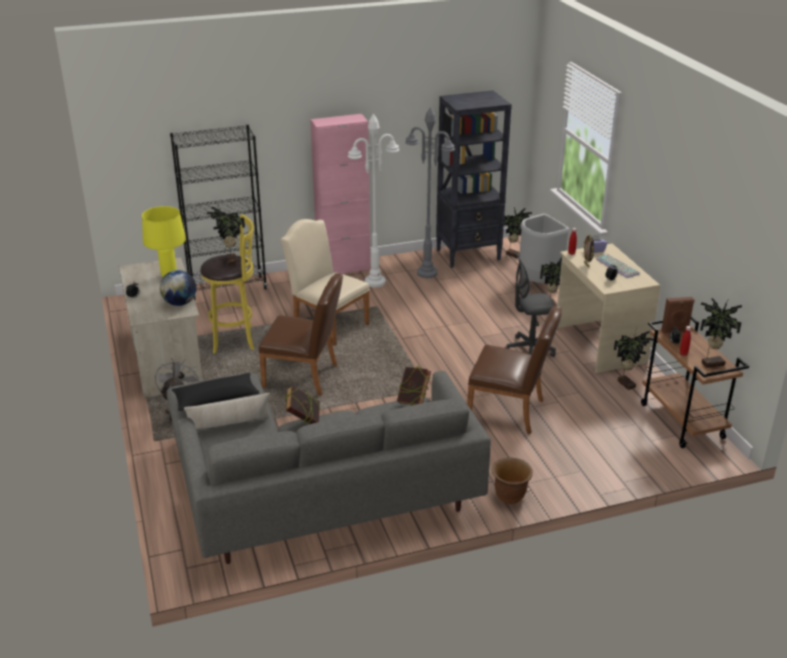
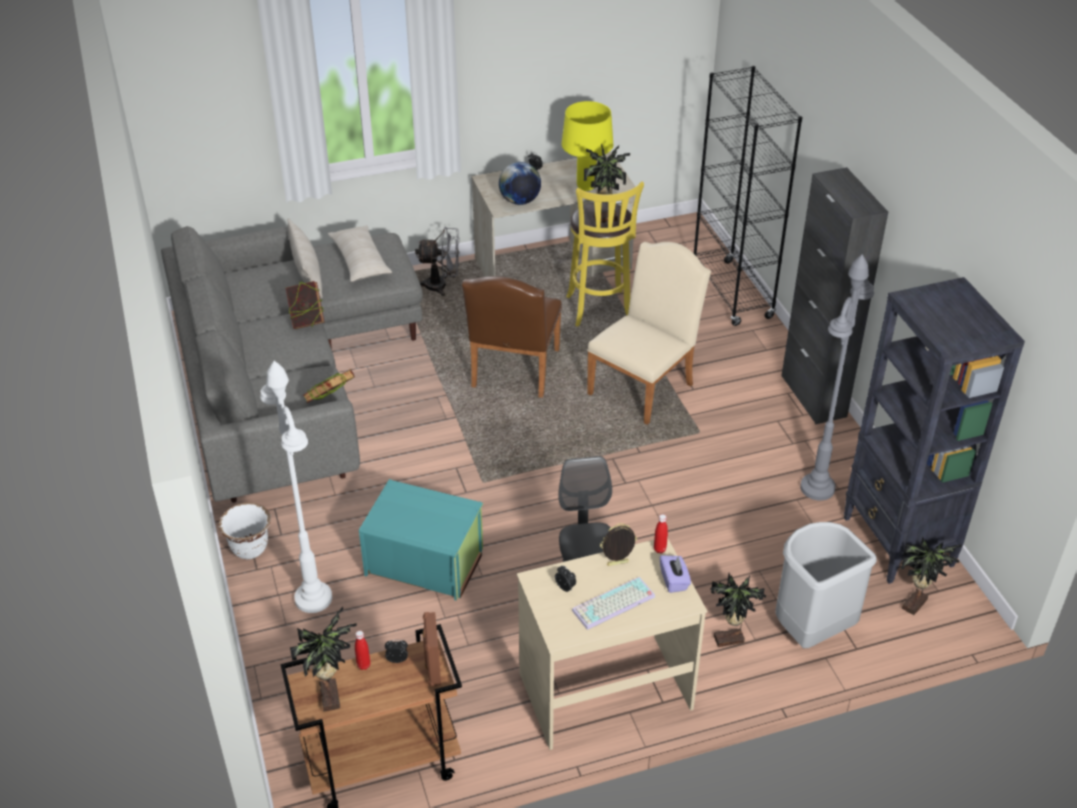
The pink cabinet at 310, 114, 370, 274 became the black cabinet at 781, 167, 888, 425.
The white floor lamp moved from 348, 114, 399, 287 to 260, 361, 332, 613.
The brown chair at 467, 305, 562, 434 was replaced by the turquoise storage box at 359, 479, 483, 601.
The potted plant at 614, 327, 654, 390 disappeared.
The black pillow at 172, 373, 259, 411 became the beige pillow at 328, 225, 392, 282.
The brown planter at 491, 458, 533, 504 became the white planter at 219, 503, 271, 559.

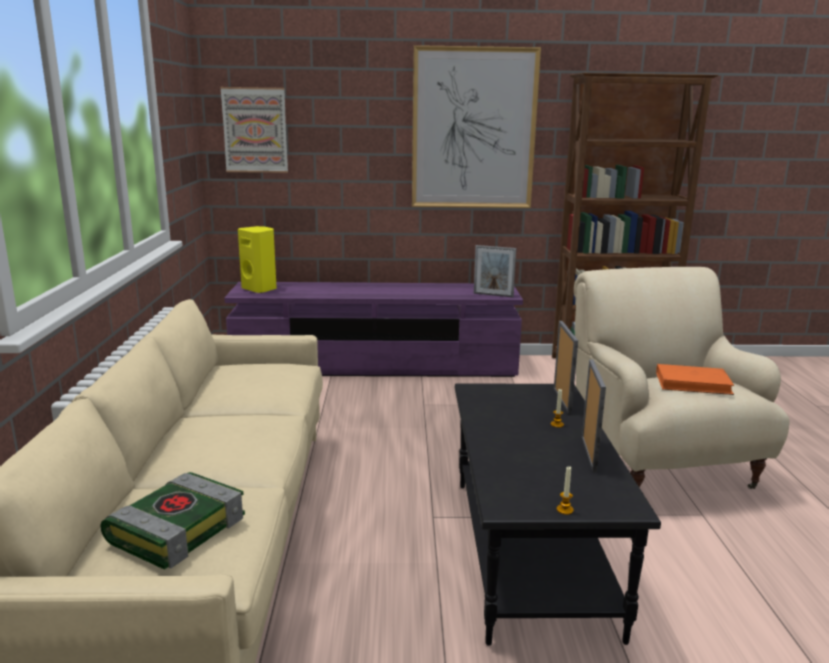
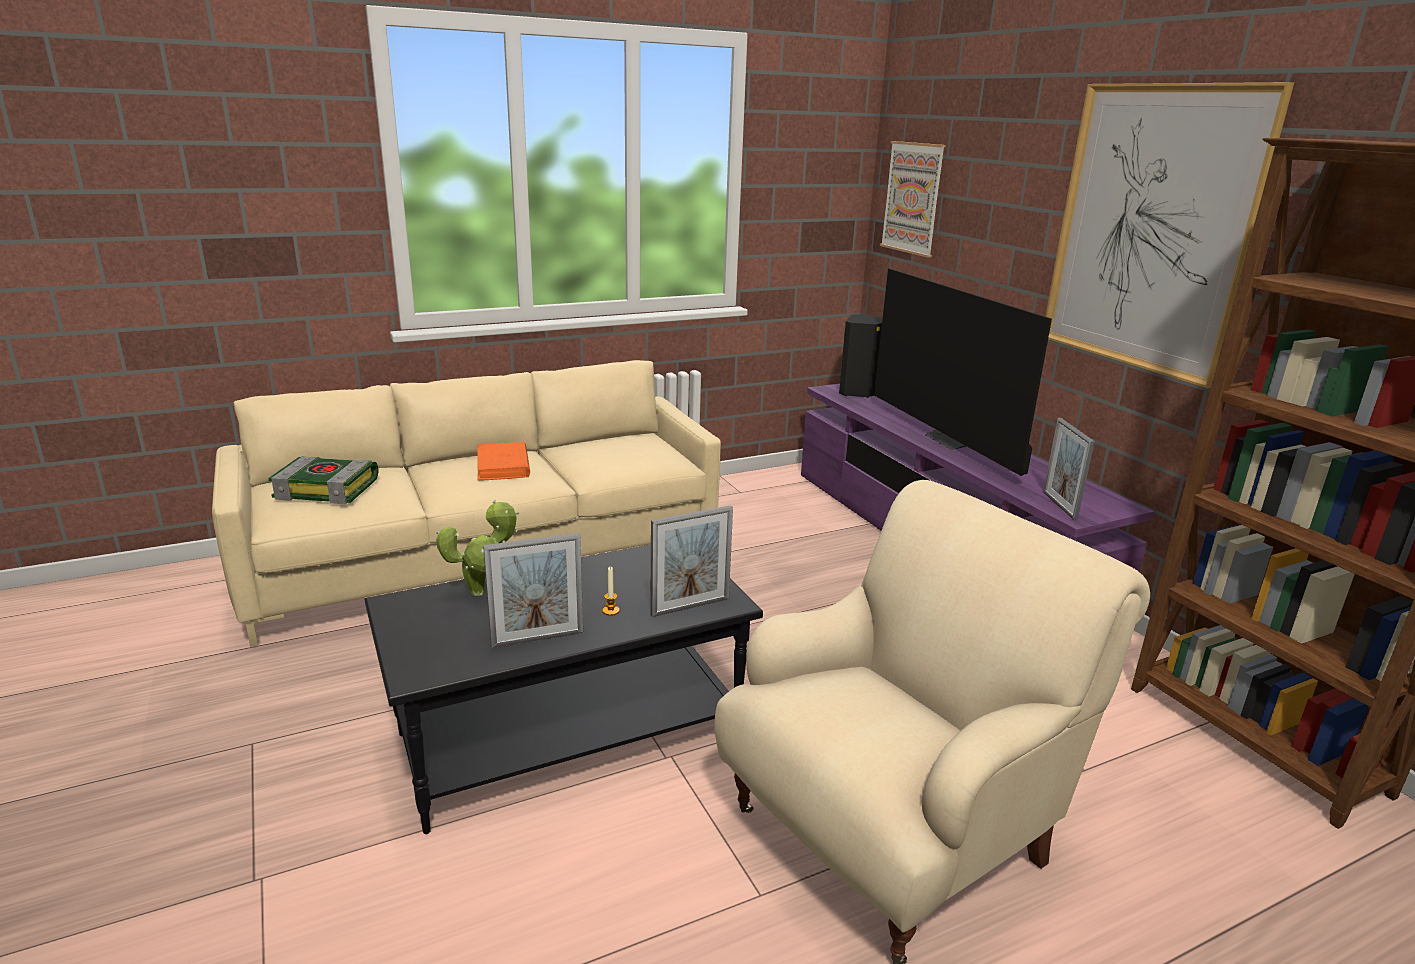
The yellow speaker at 238, 226, 277, 293 became the black speaker at 839, 314, 883, 398.
The orange book moved from 656, 364, 734, 395 to 477, 442, 530, 480.
The candle at 557, 466, 574, 515 disappeared.
The television at 874, 268, 1052, 476 appeared.
The potted plant at 436, 500, 519, 596 appeared.

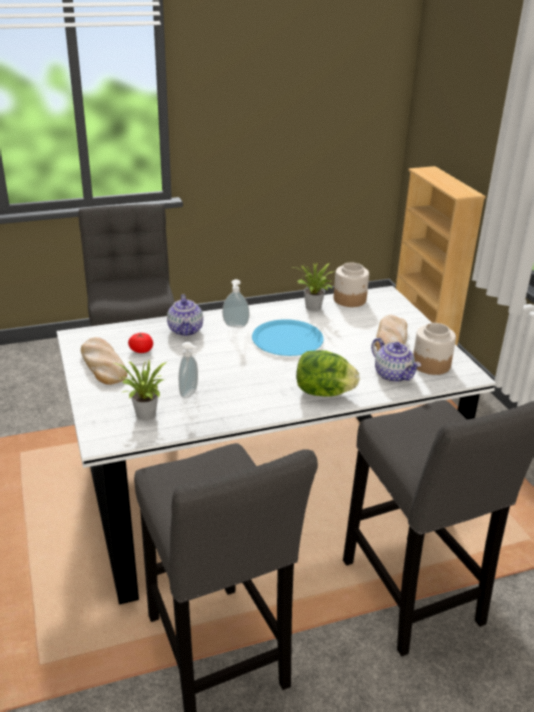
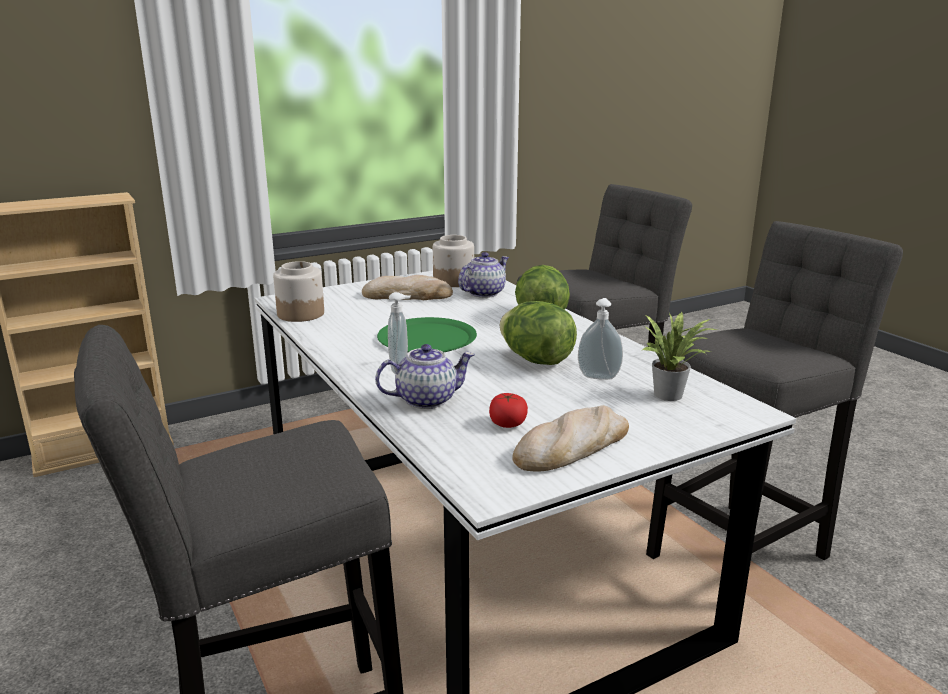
The potted plant at 294, 262, 333, 311 disappeared.
The blue plate at 252, 319, 324, 356 became the green plate at 377, 317, 477, 352.
The lettuce at 500, 301, 577, 365 appeared.

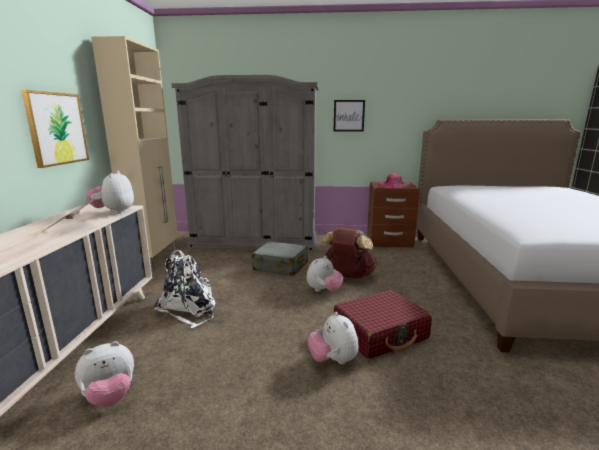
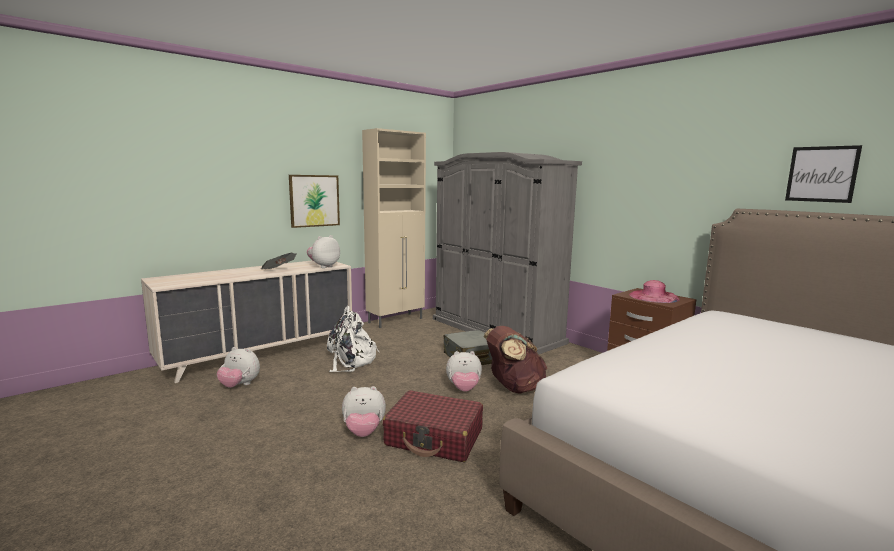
The picture moved from 334, 100, 365, 132 to 785, 145, 862, 203.
The plush toy at 308, 312, 359, 365 turned 120 degrees counterclockwise.

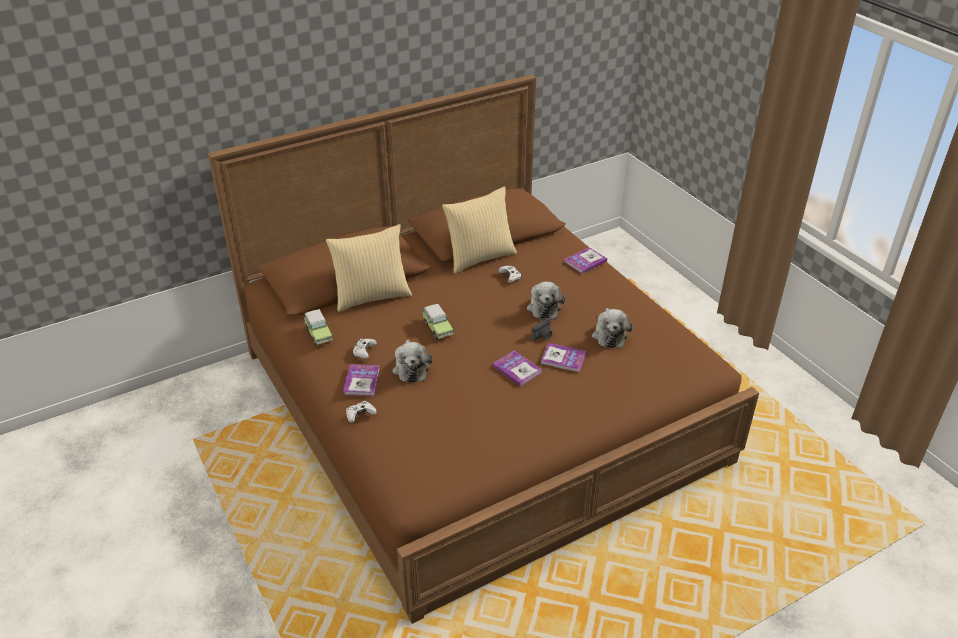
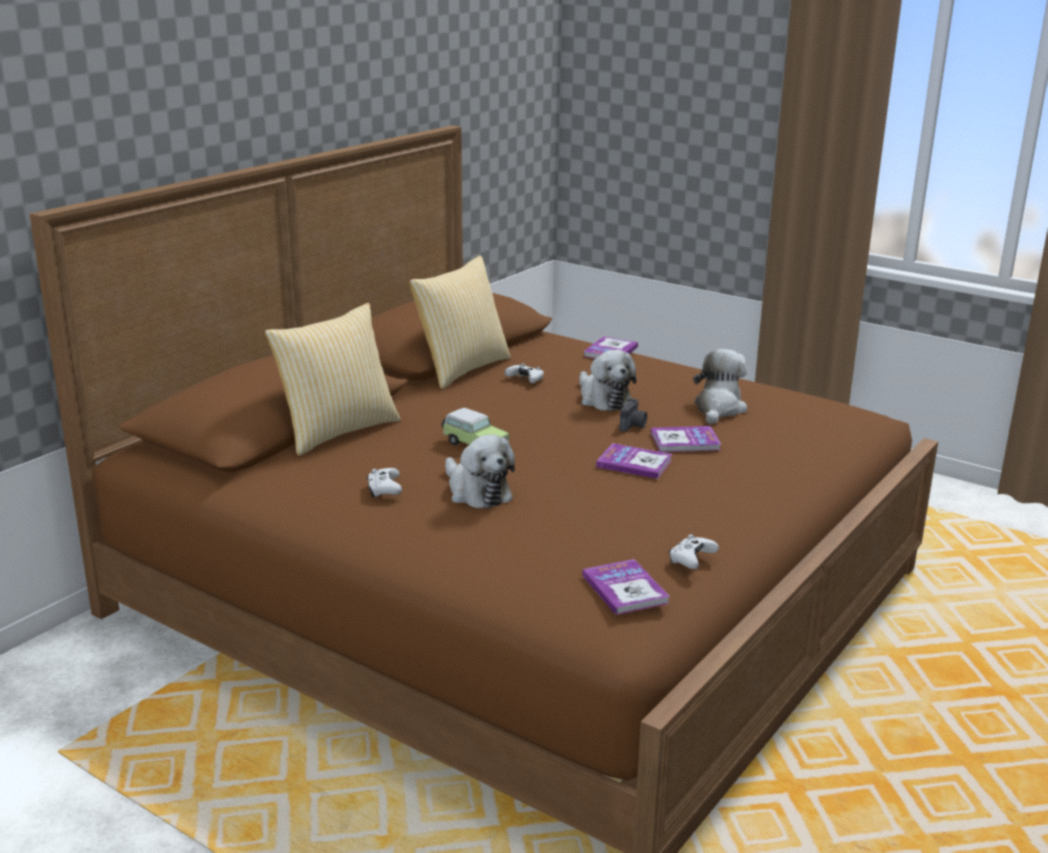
The plush toy at 592, 308, 632, 348 turned 135 degrees counterclockwise.
The toy car at 304, 309, 333, 345 disappeared.
The book moved from 343, 364, 380, 396 to 582, 559, 670, 615.
The white game controller moved from 346, 401, 377, 423 to 669, 534, 719, 569.

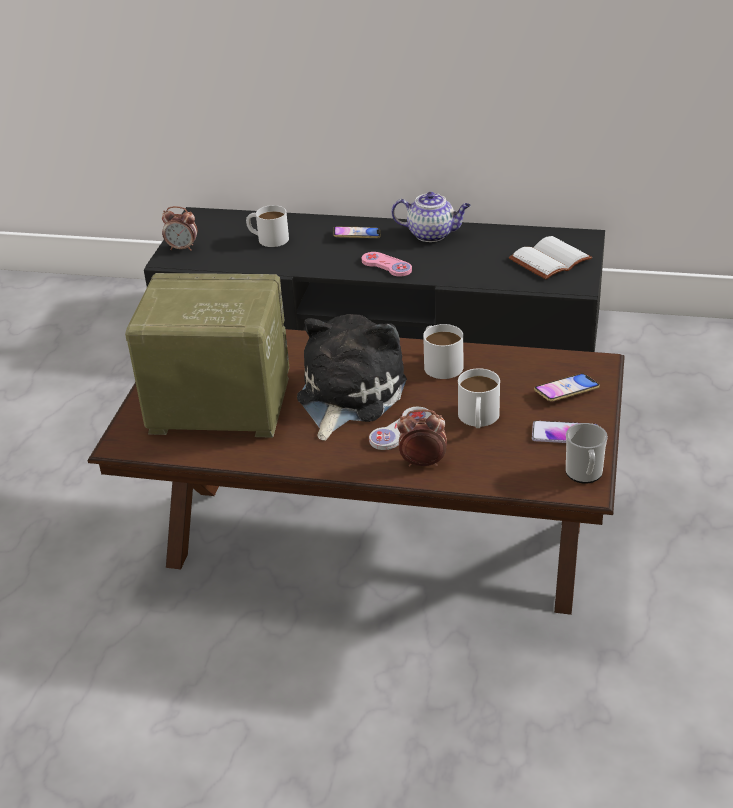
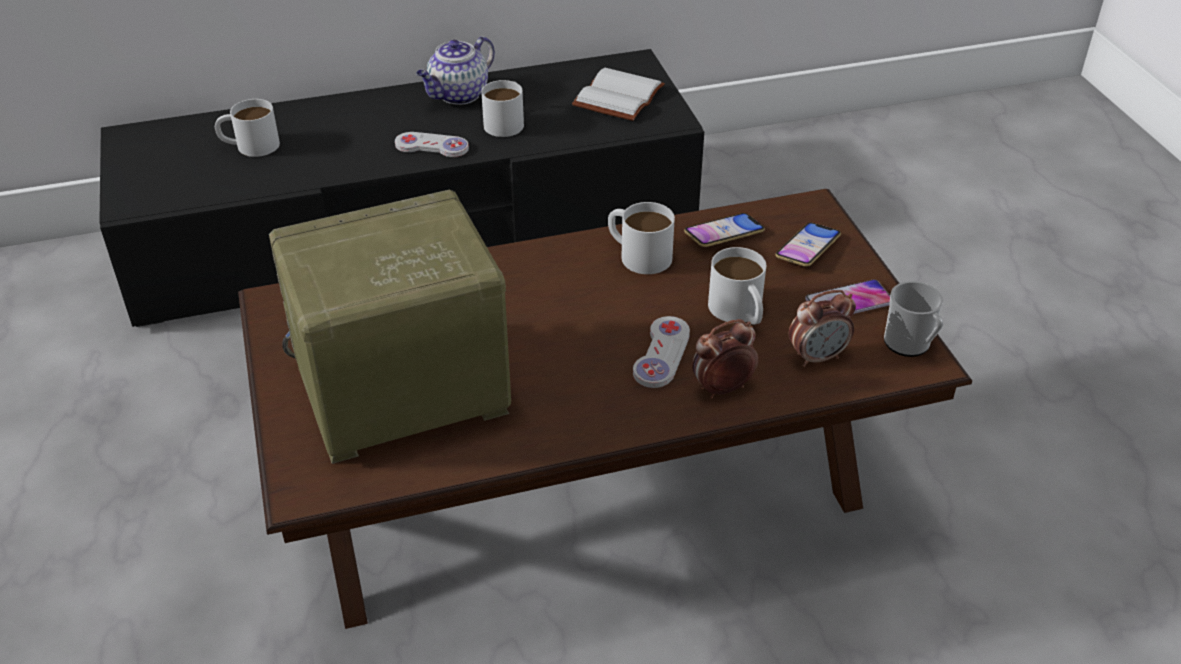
The teapot at 391, 192, 471, 242 turned 150 degrees clockwise.
The alarm clock moved from 162, 206, 197, 251 to 789, 290, 856, 367.
The phone moved from 333, 226, 381, 238 to 684, 213, 765, 247.
The pink game controller at 362, 252, 412, 277 became the white game controller at 395, 132, 469, 157.
The plush toy at 297, 314, 407, 441 disappeared.
The white mug at 481, 80, 524, 137 appeared.

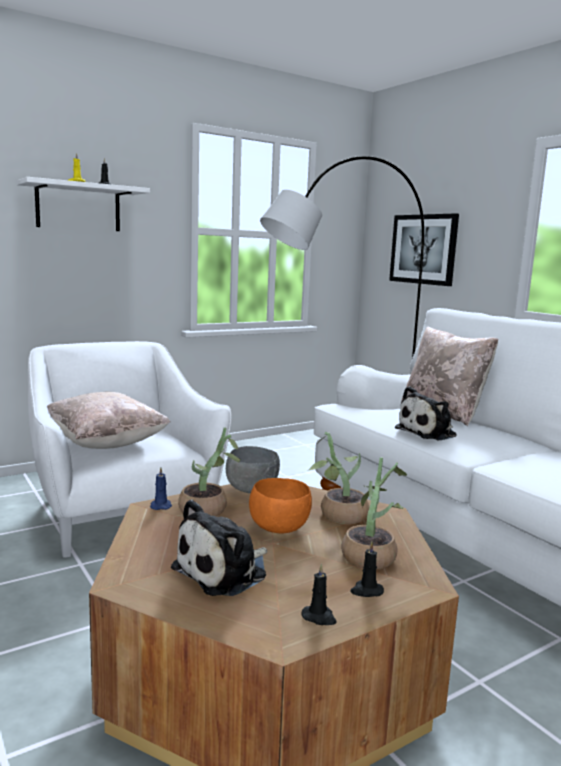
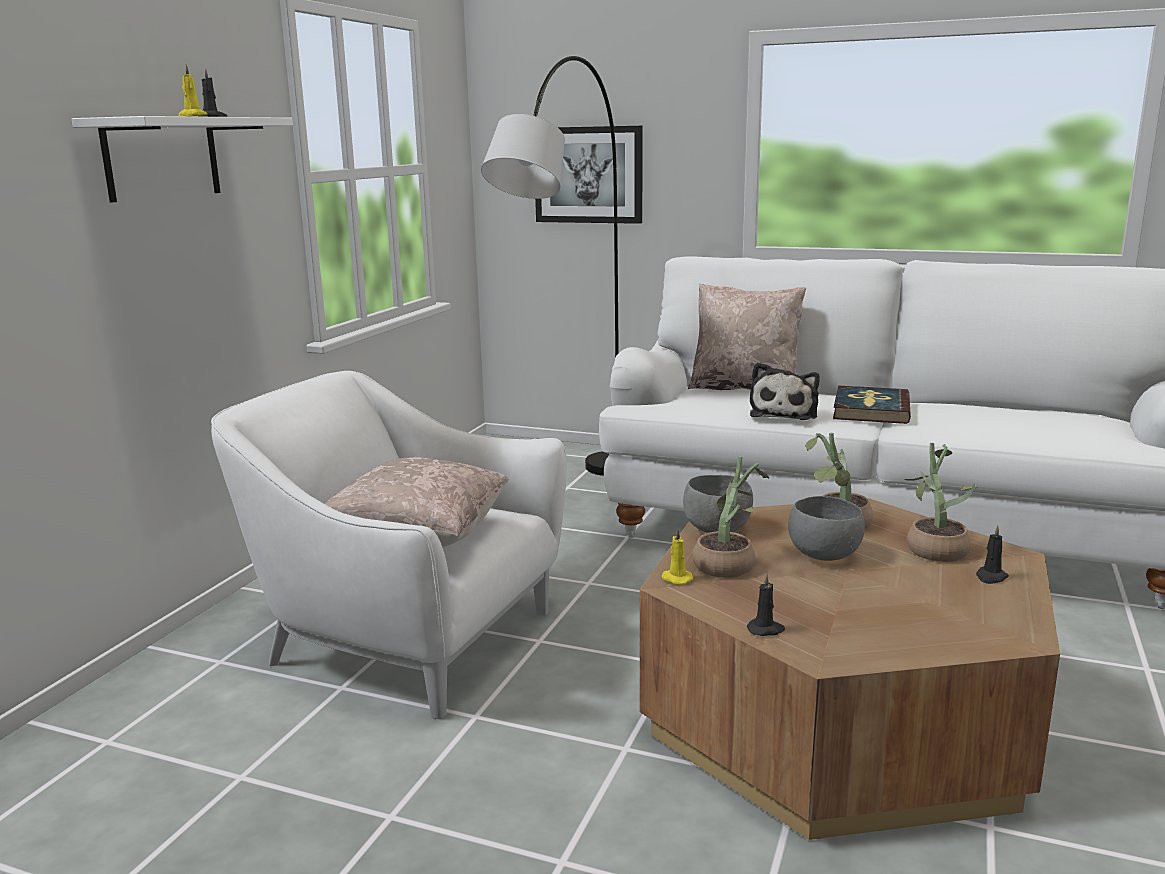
The blue candle at 150, 468, 172, 510 became the yellow candle at 662, 528, 693, 585.
The orange bowl at 249, 478, 312, 534 became the grey bowl at 788, 496, 865, 561.
The plush toy at 171, 499, 267, 596 disappeared.
The black candle moved from 301, 563, 337, 625 to 747, 574, 785, 636.
The book at 833, 385, 911, 424 appeared.

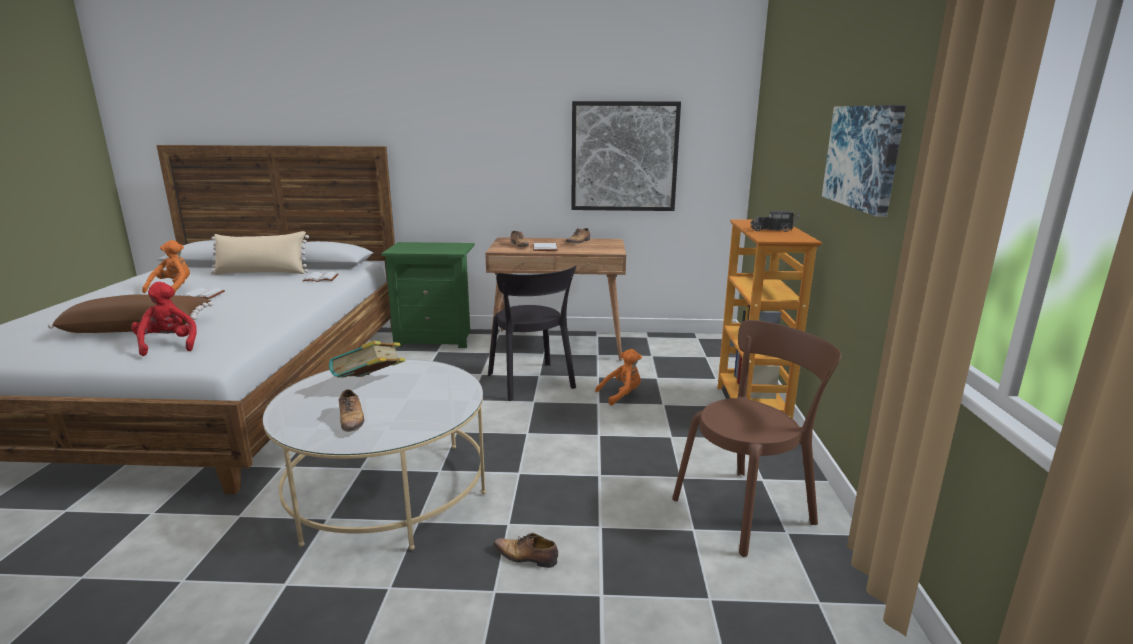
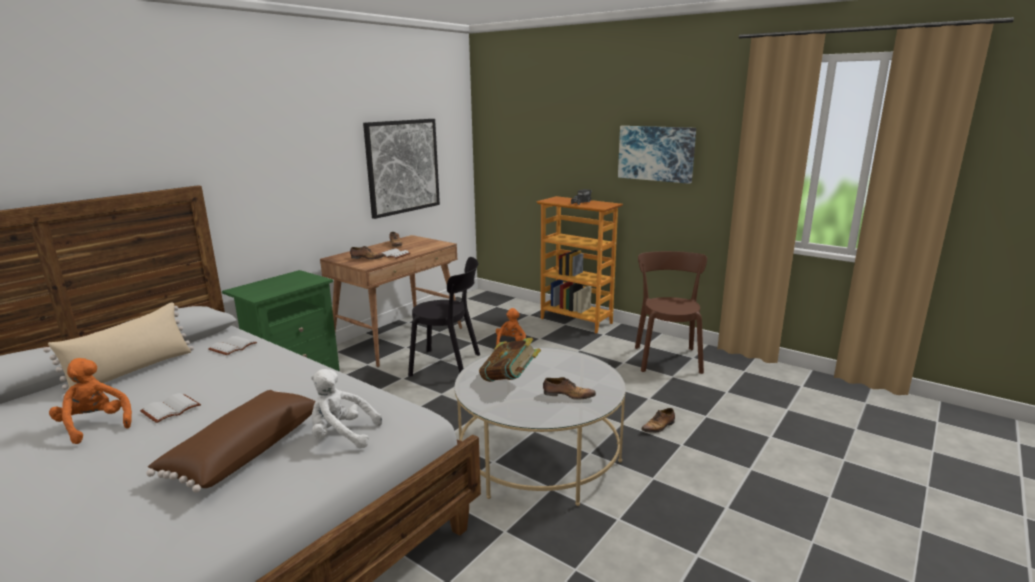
The red plush toy at 131, 282, 197, 356 became the white plush toy at 311, 369, 382, 449.

